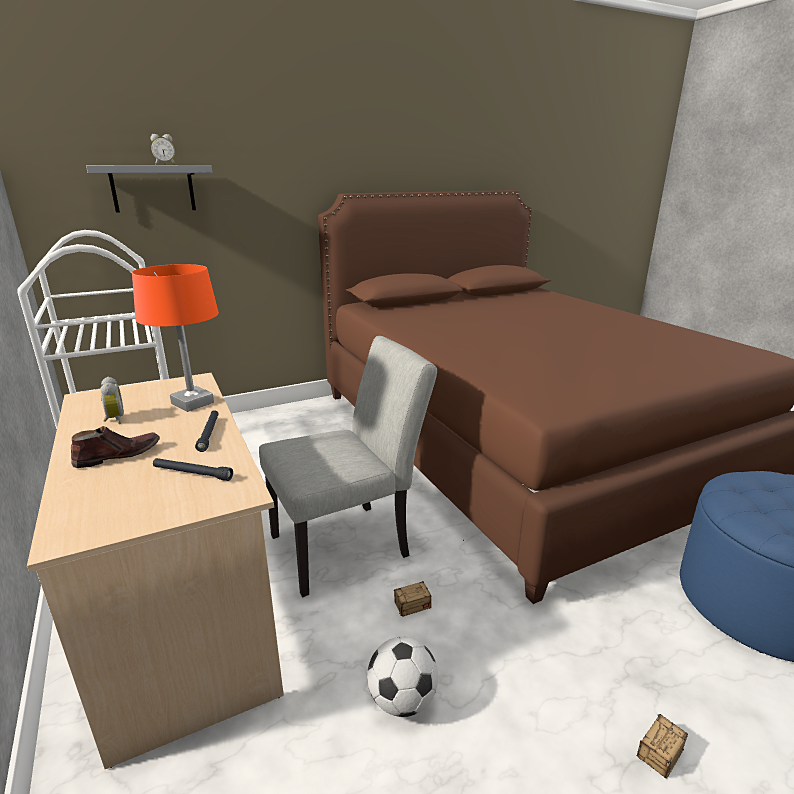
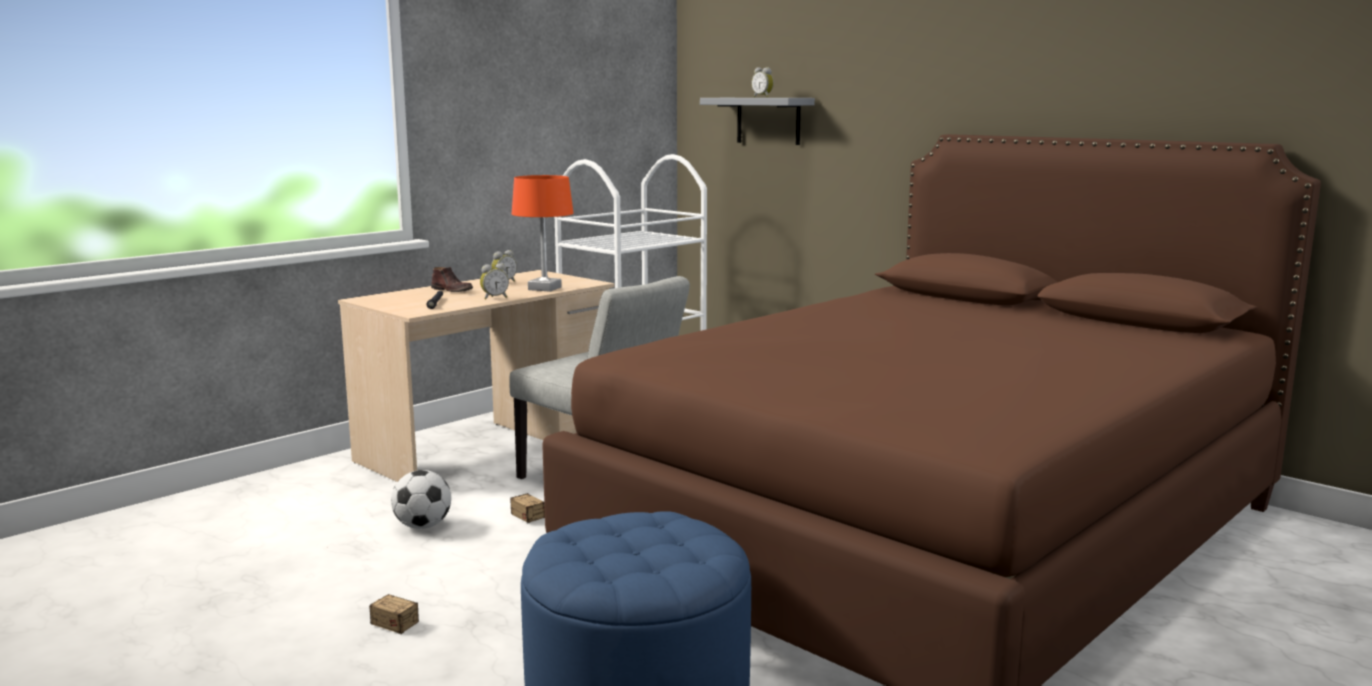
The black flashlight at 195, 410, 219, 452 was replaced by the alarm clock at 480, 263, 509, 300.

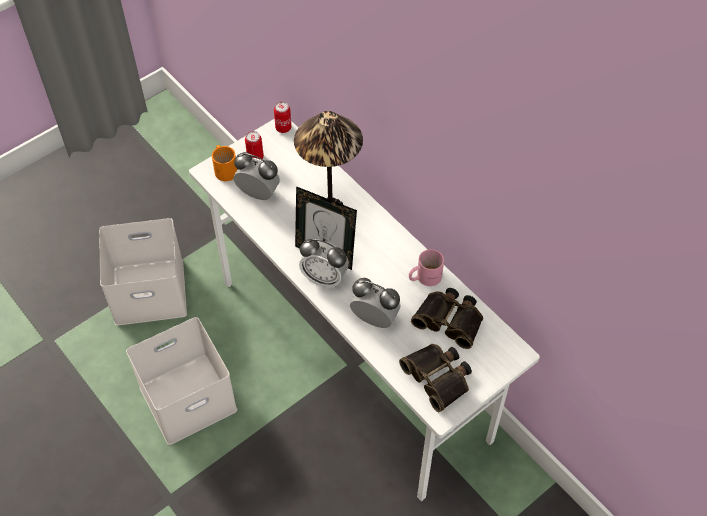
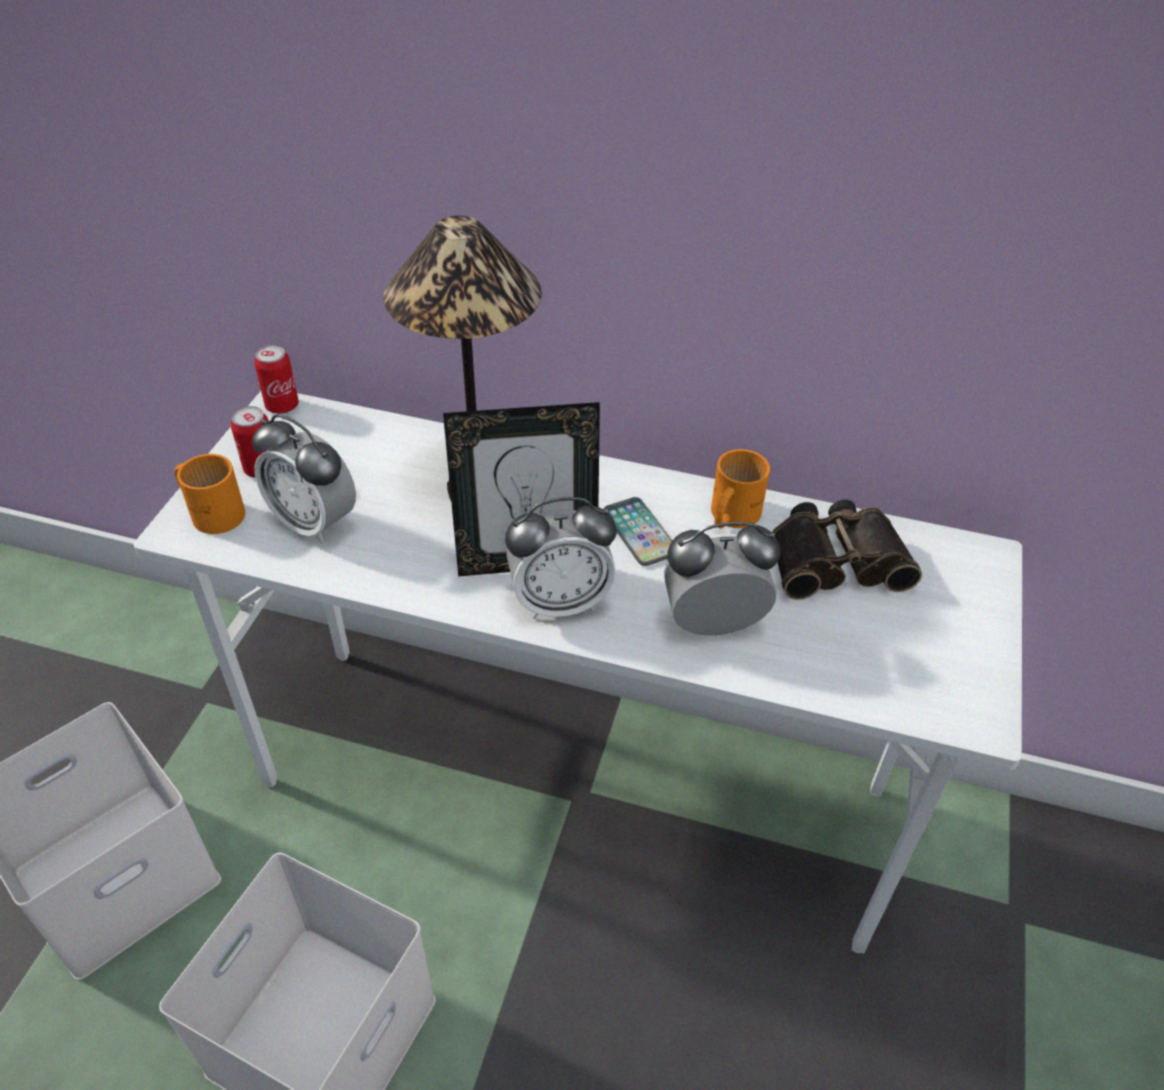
The alarm clock at 233, 152, 280, 200 turned 135 degrees counterclockwise.
The pink mug at 409, 249, 444, 286 became the orange mug at 711, 449, 770, 529.
The binoculars at 399, 344, 472, 412 disappeared.
The phone at 603, 497, 672, 566 appeared.

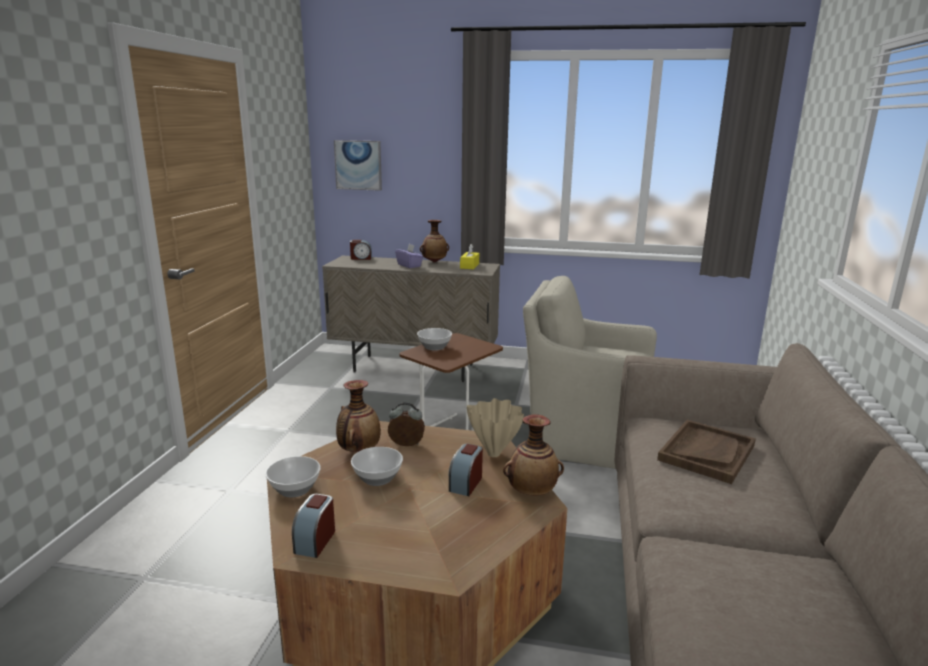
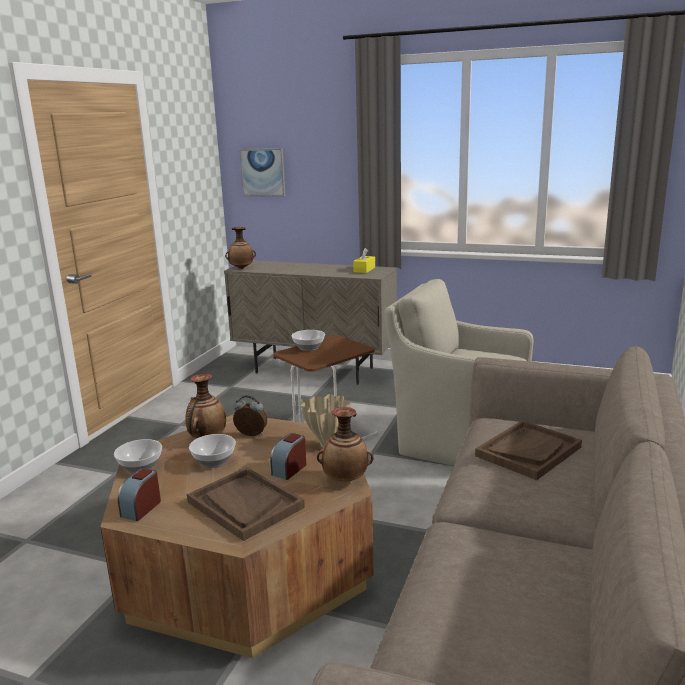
The vase moved from 420, 220, 449, 262 to 225, 227, 256, 269.
The alarm clock at 350, 240, 372, 260 disappeared.
The purple tissue box at 395, 244, 424, 268 disappeared.
The brown tray at 187, 467, 305, 541 appeared.

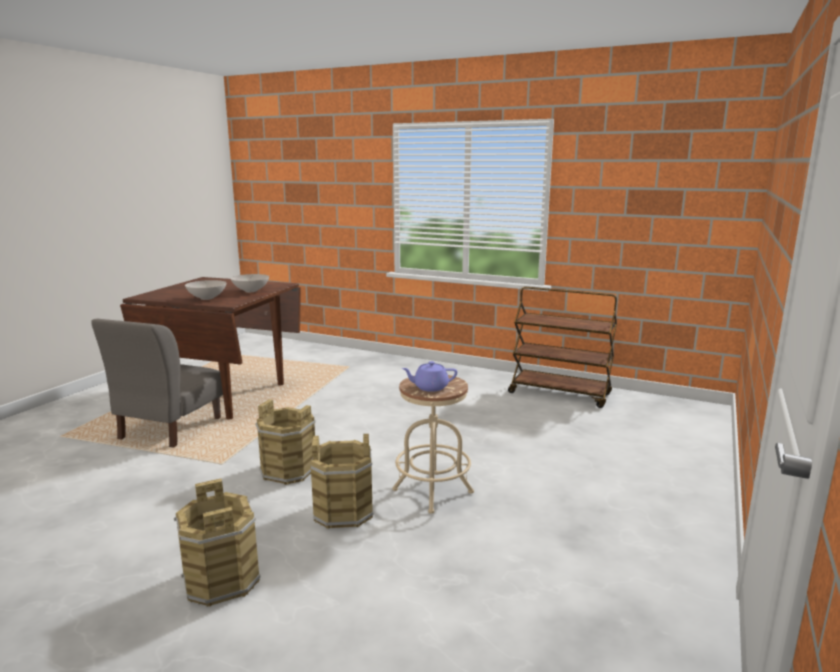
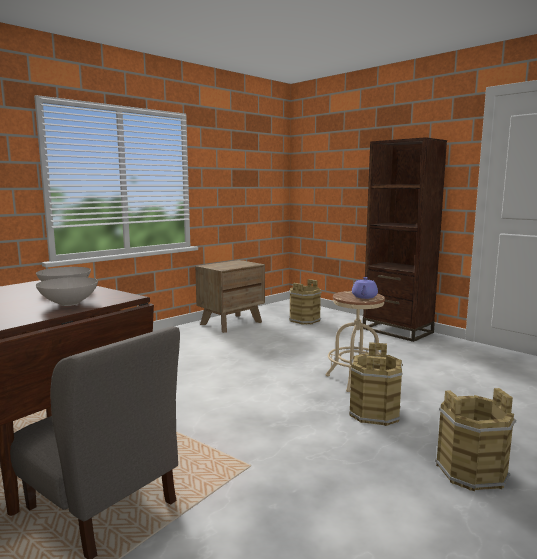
The brown cart at 508, 287, 617, 408 was replaced by the brown nightstand at 195, 260, 265, 333.
The brown bucket moved from 255, 399, 316, 485 to 289, 279, 322, 324.
The brown bookcase at 363, 137, 447, 342 appeared.

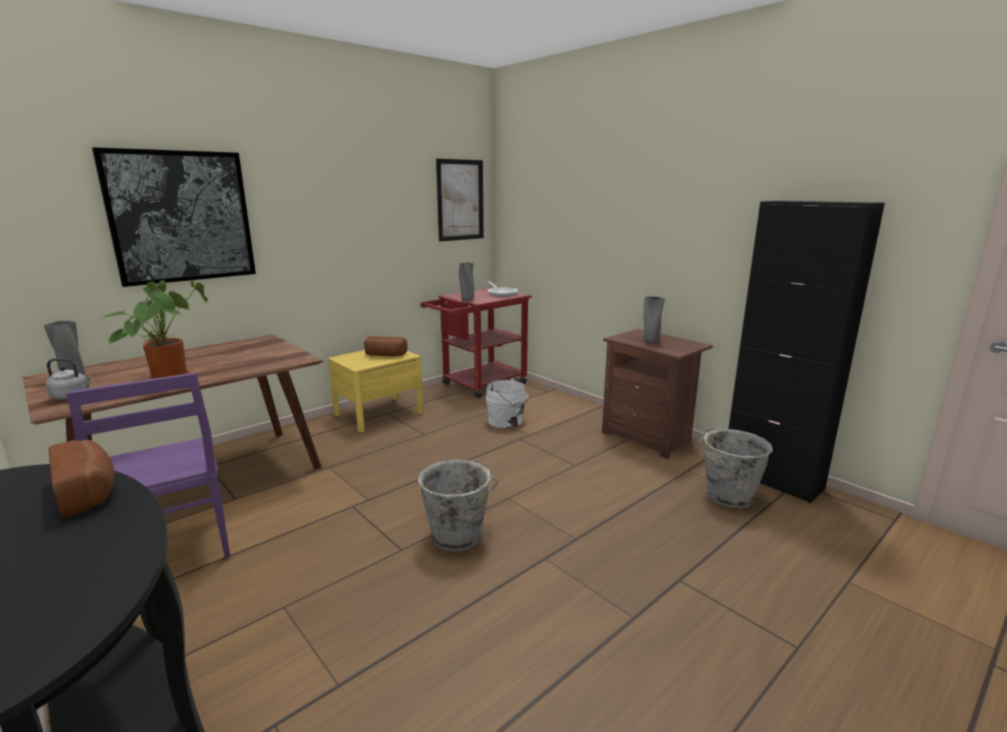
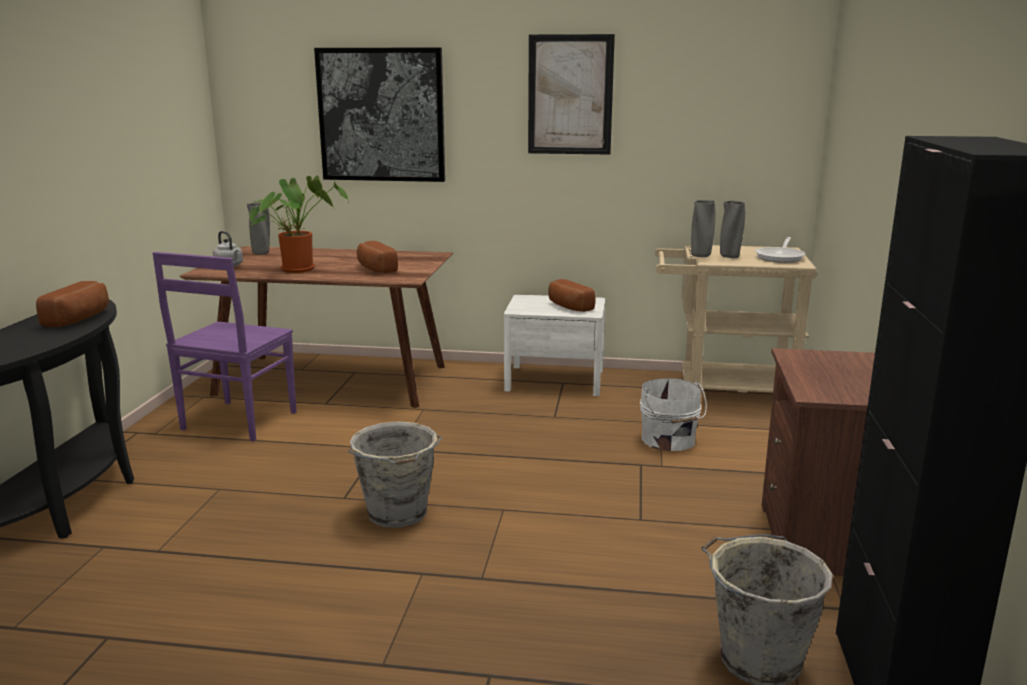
The picture moved from 436, 159, 484, 241 to 528, 34, 615, 155.
The red cart at 420, 288, 531, 398 became the beige cart at 655, 245, 817, 393.
The grey vase moved from 644, 296, 665, 343 to 720, 201, 745, 258.
The yellow nightstand at 328, 350, 423, 432 became the white nightstand at 504, 295, 605, 396.
The bread at 357, 241, 398, 273 appeared.

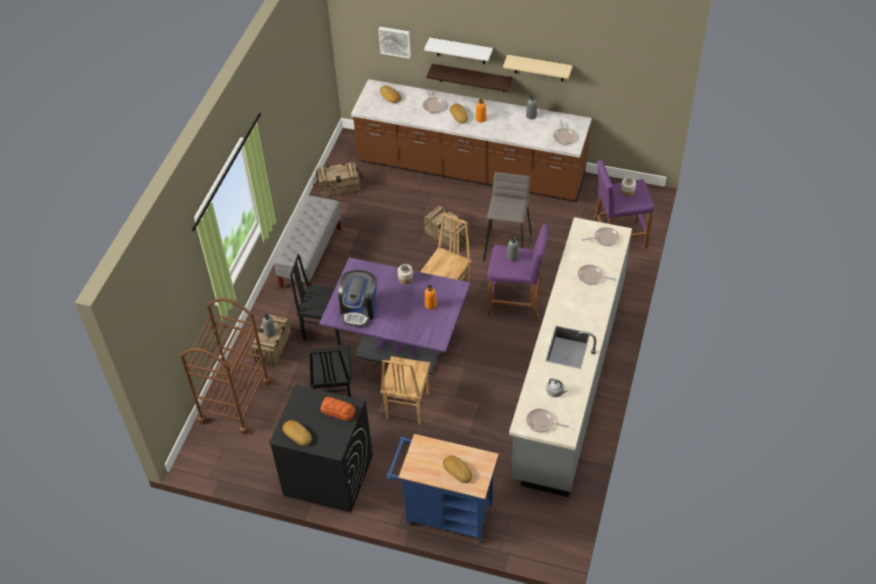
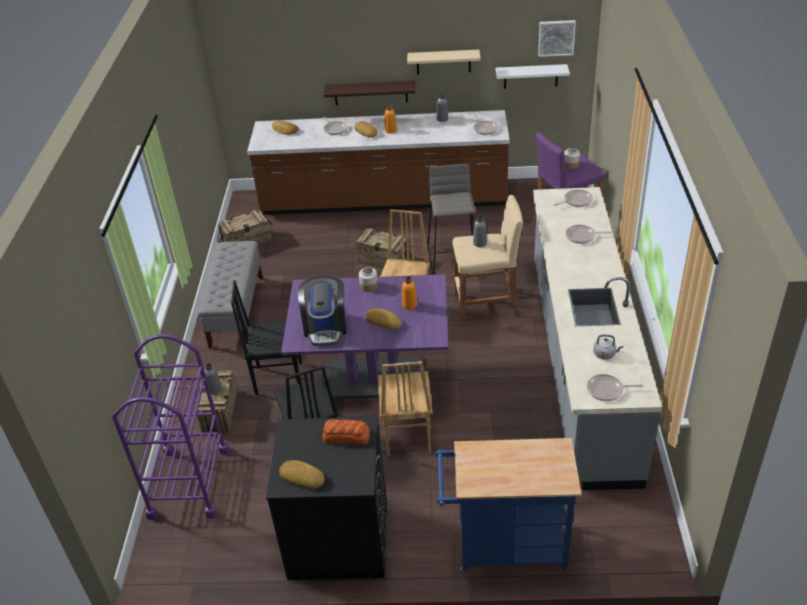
The picture moved from 379, 27, 411, 59 to 538, 20, 576, 57.
The white shelf moved from 424, 38, 493, 64 to 496, 64, 570, 89.
The purple stool at 487, 224, 548, 322 became the beige stool at 453, 195, 523, 324.
The brown cart at 180, 298, 272, 435 became the purple cart at 112, 334, 230, 520.
The bread moved from 443, 455, 473, 483 to 365, 308, 402, 330.

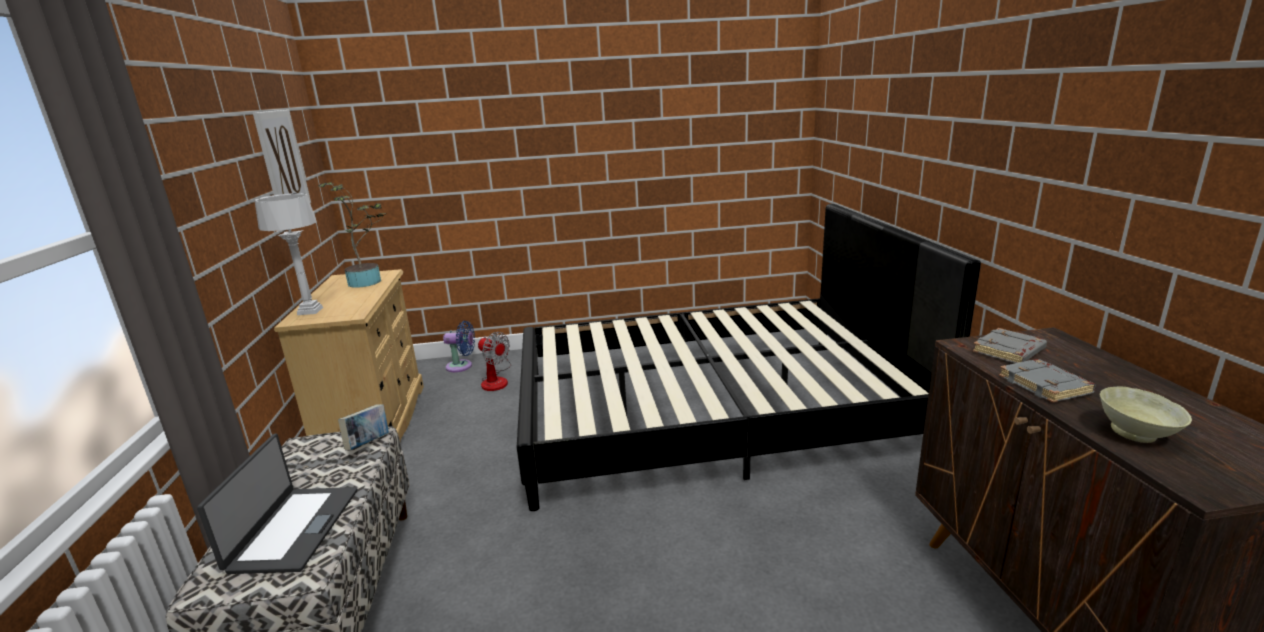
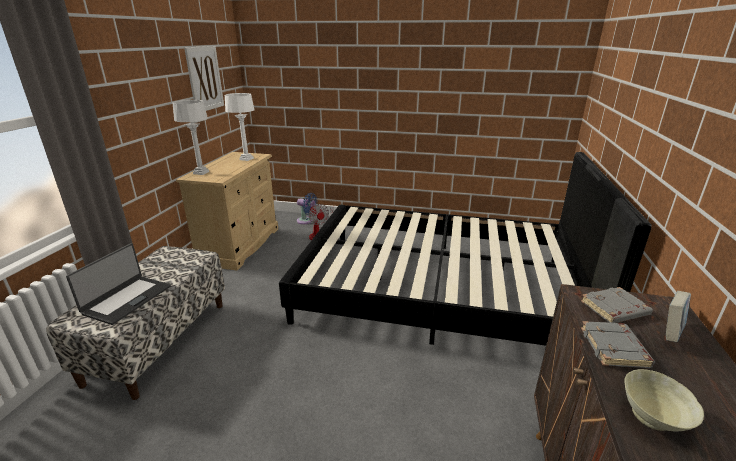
The potted plant at 318, 182, 384, 288 was replaced by the white table lamp at 225, 93, 254, 161.
The book moved from 338, 404, 389, 451 to 666, 291, 691, 342.

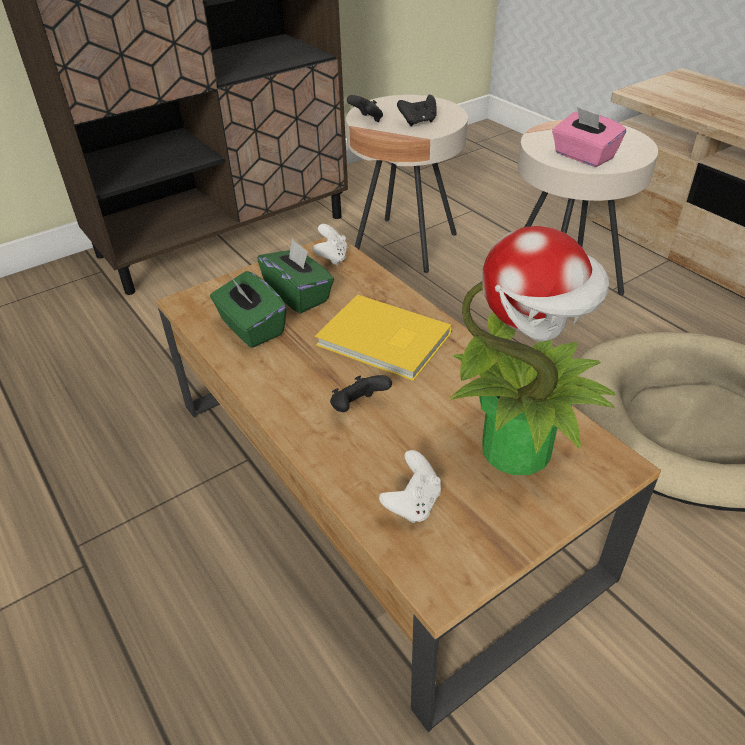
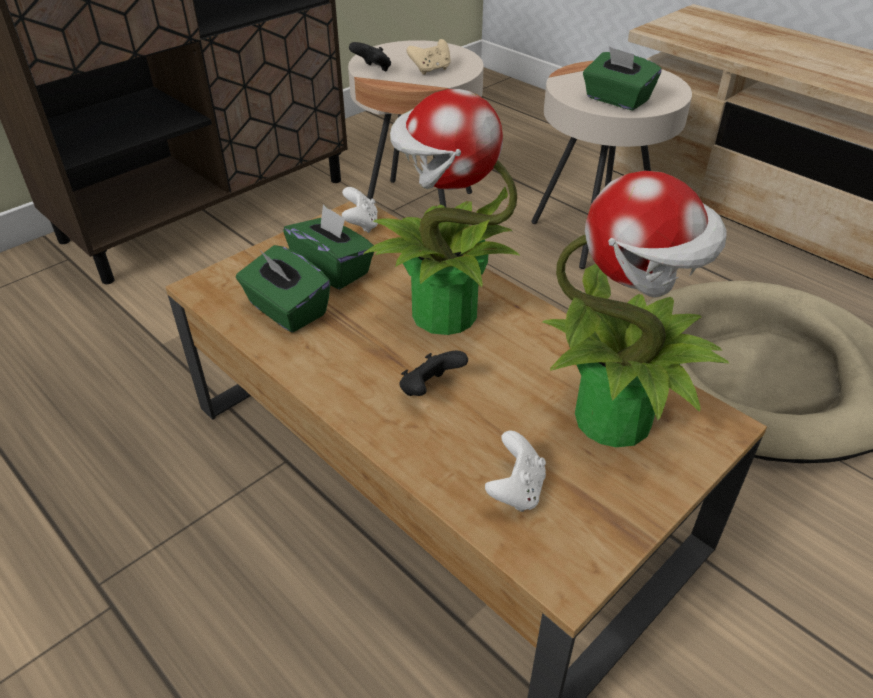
The black game controller at 397, 95, 437, 126 became the beige game controller at 407, 39, 451, 75.
The pink tissue box at 552, 107, 626, 167 became the green tissue box at 583, 46, 662, 110.
The yellow book at 315, 294, 452, 381 was replaced by the potted plant at 363, 89, 520, 335.

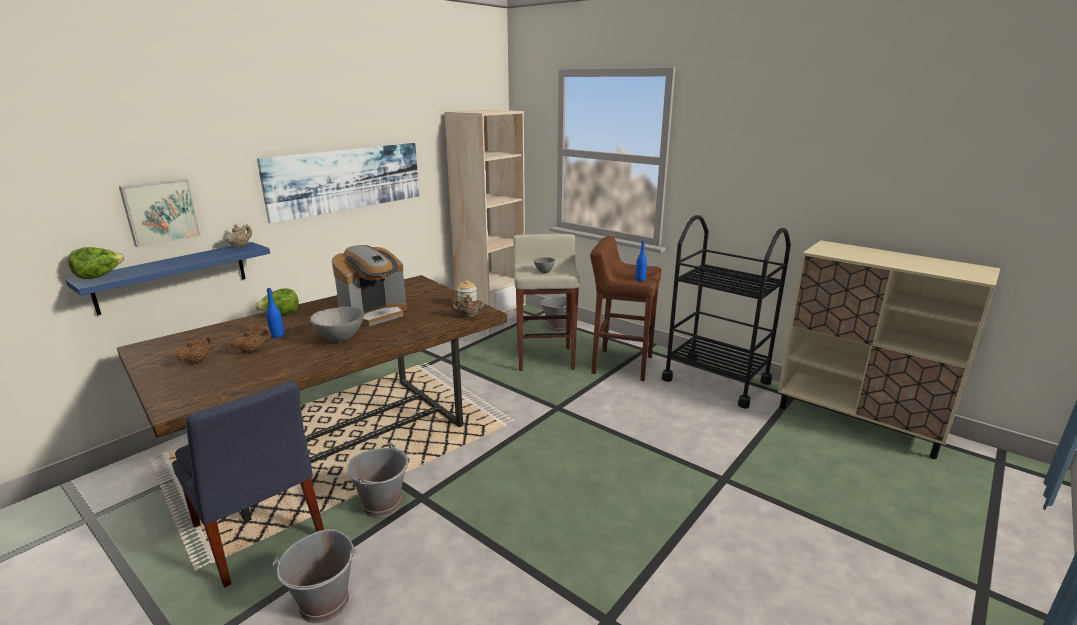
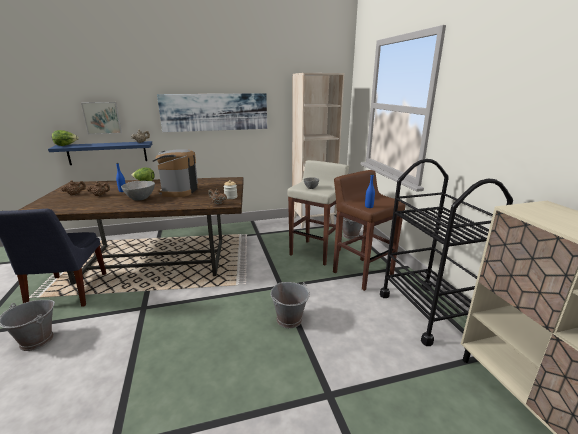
The coffee machine at 332, 245, 407, 326 turned 105 degrees clockwise.
The grey bucket moved from 347, 443, 408, 518 to 271, 282, 310, 328.

